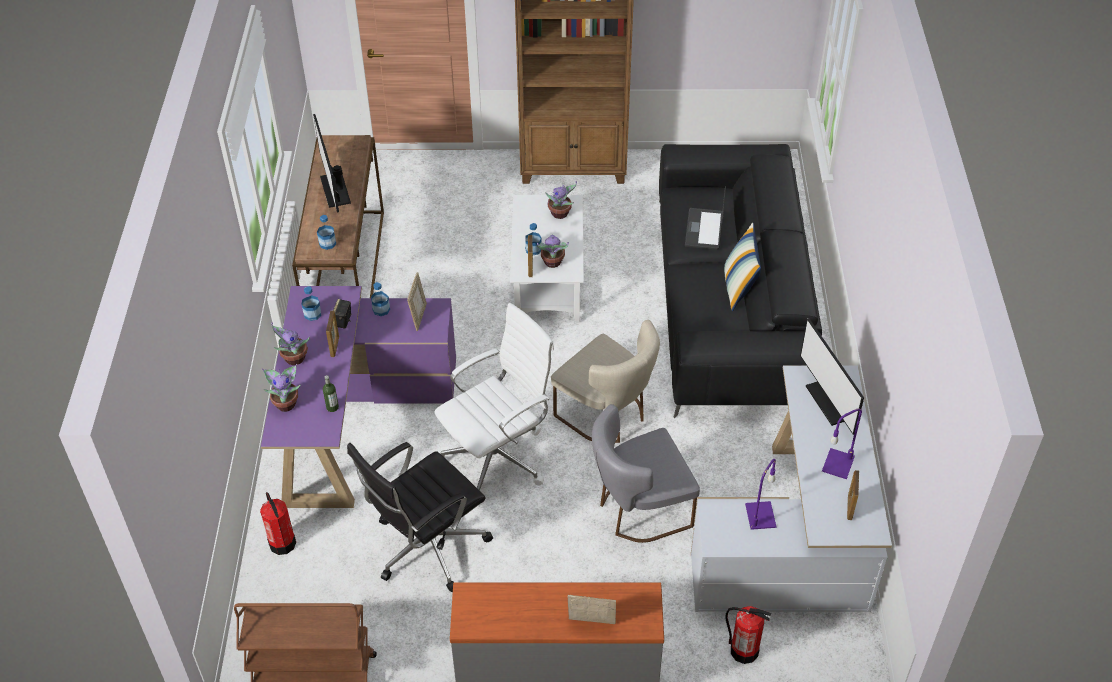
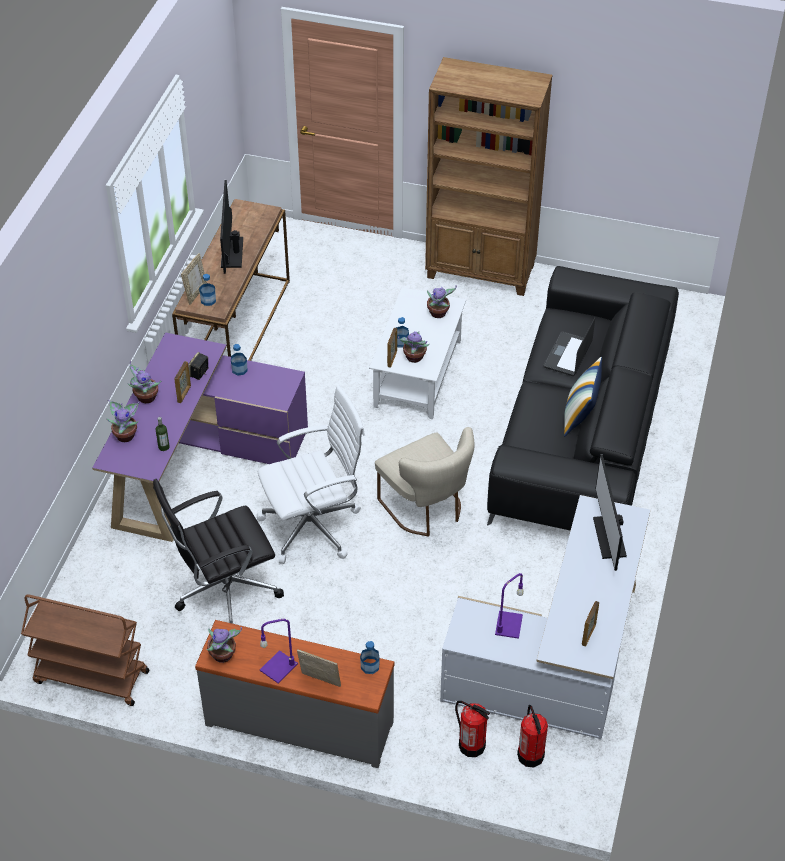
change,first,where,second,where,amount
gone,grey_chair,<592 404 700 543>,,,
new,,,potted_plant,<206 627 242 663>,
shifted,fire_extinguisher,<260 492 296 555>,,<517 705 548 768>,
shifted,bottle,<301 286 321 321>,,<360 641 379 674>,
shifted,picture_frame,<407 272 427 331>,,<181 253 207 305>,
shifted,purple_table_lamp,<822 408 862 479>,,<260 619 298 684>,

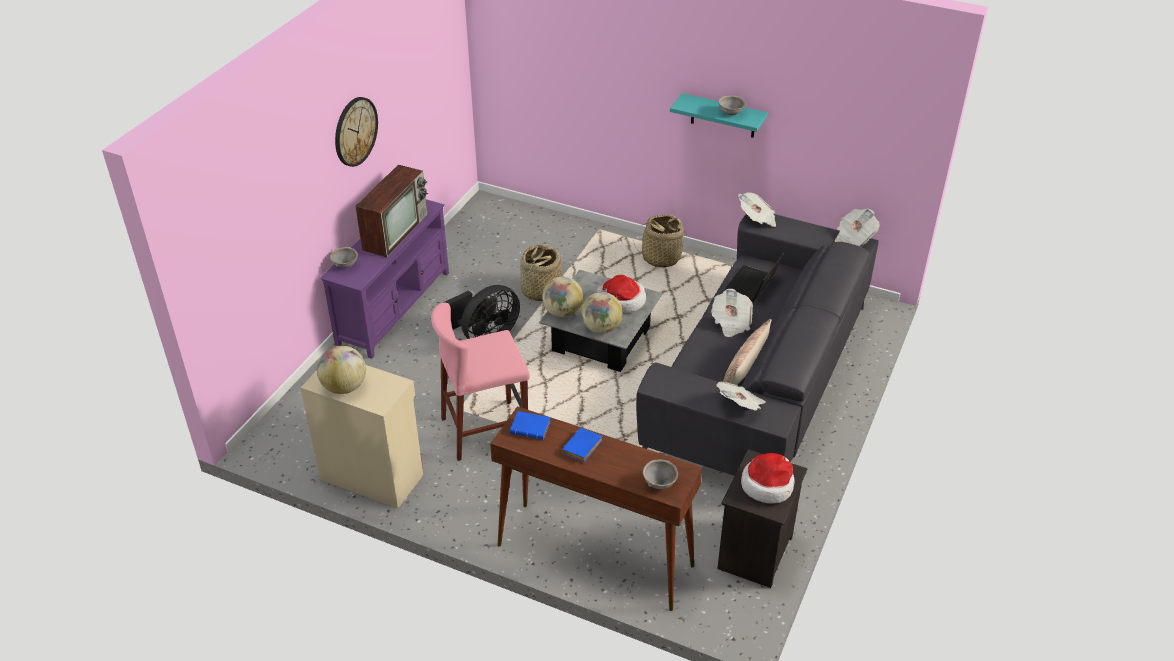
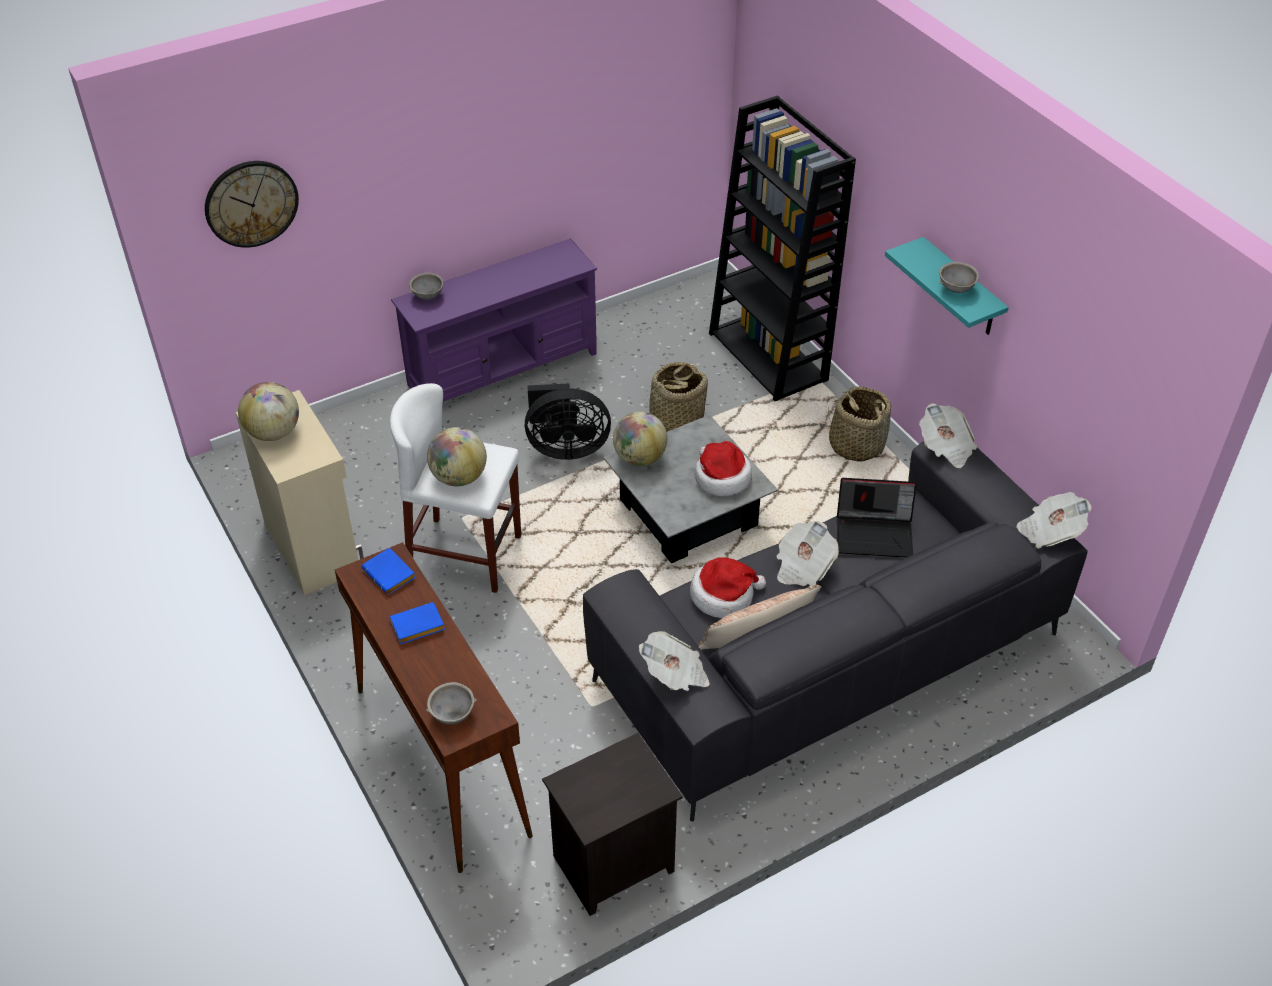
change,first,where,second,where,amount
gone,television,<355 165 428 257>,,,
new,,,black_bookcase,<709 95 856 401>,
shifted,wall_clock,<335 97 378 167>,,<205 161 299 248>,
shifted,globe,<581 292 622 333>,,<427 427 487 486>,
shifted,hat,<741 453 795 504>,,<690 557 766 618>,
repainted,pink_stool,<431 303 530 461>,white_stool,<390 383 521 593>,
rotated,laptop,<723 253 784 302>,,<837 478 917 558>,150 degrees counterclockwise

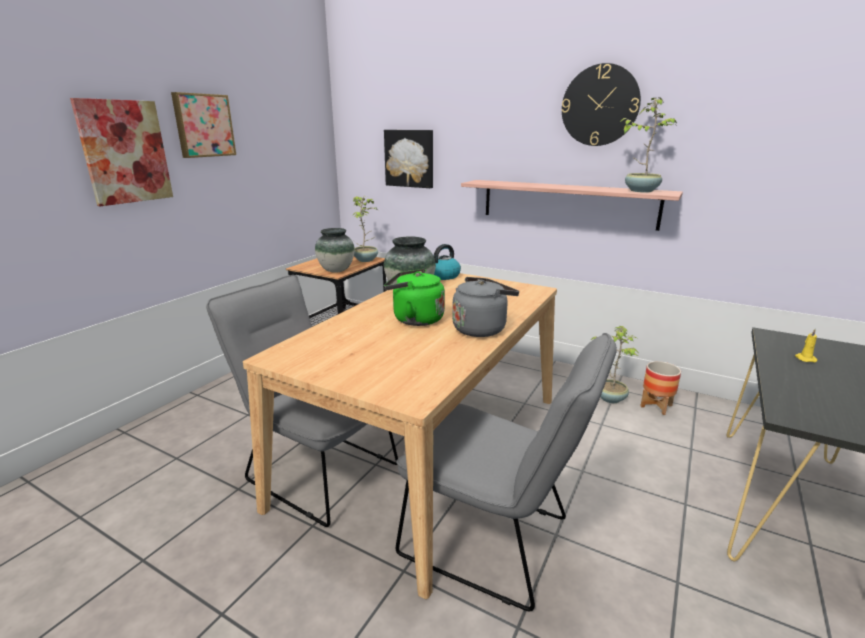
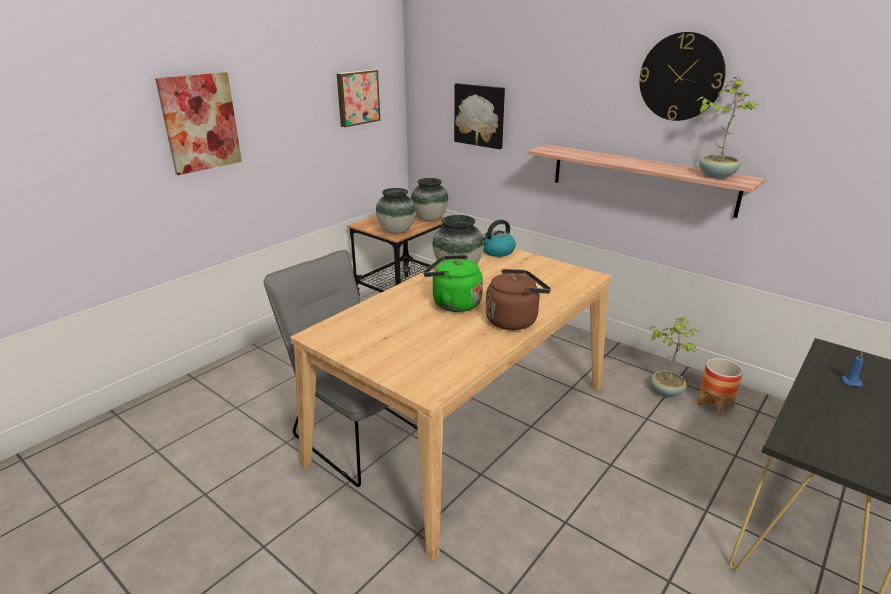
change,first,where,second,where,amount
gone,grey_chair,<396 333 617 612>,,,
shifted,picture,<171 92 236 158>,,<337 70 381 127>,
swapped,potted_plant,<353 196 378 262>,vase,<411 178 449 222>,
repainted,grey_kettle,<452 277 519 337>,brown_kettle,<486 269 551 330>,
repainted,yellow_candle,<795 329 818 362>,blue_candle,<841 353 864 387>,

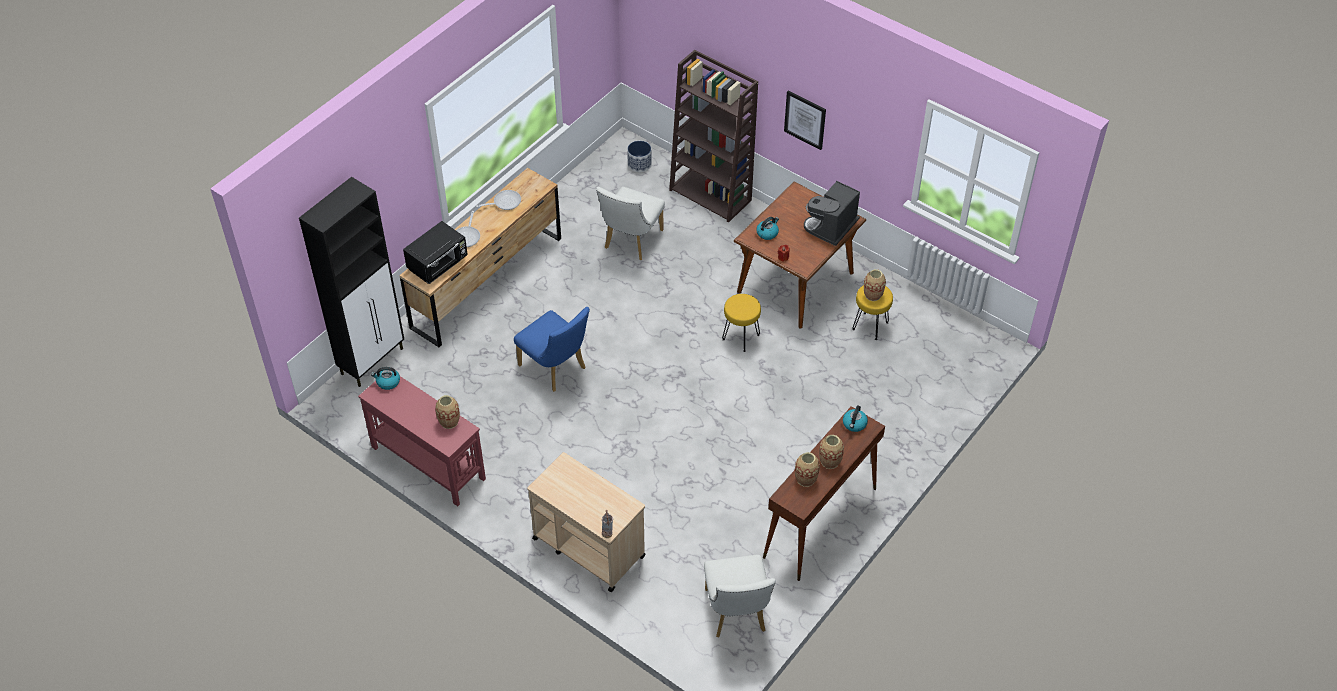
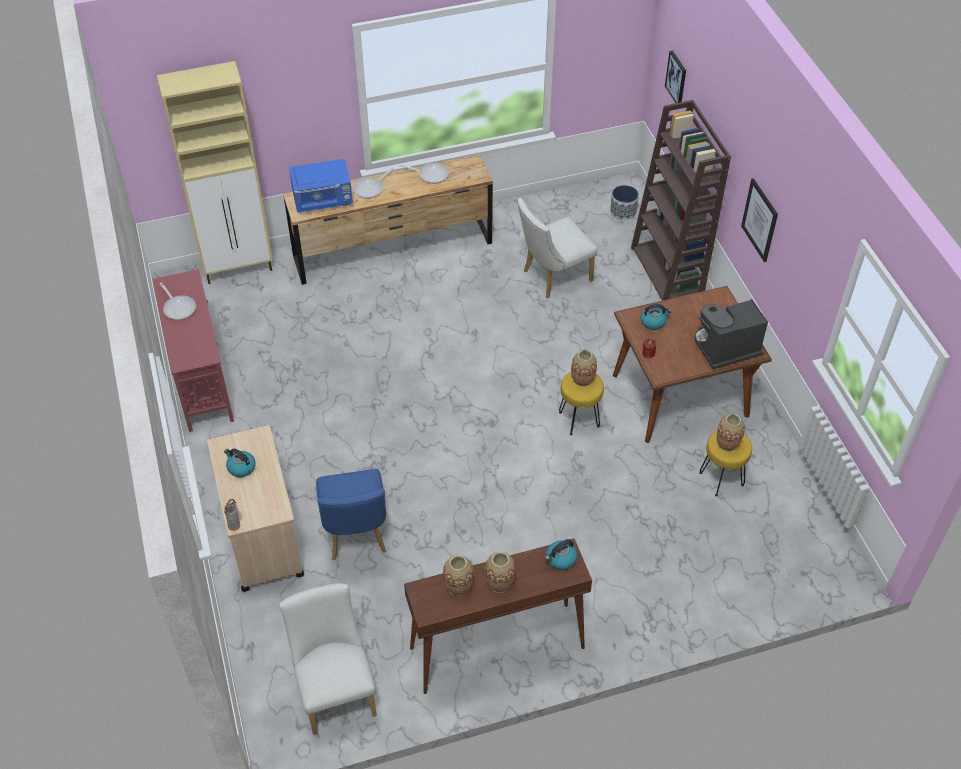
change,first,where,second,where,amount
new,,,frying_pan,<159 282 196 320>,
new,,,picture,<665 51 686 103>,
shifted,kettle,<371 367 400 390>,,<224 449 256 477>,
shifted,vase,<435 395 460 429>,,<571 349 597 387>,
shifted,blue_chair,<514 307 590 392>,,<316 469 386 560>,
repainted,black_cabinet,<299 177 404 387>,beige_cabinet,<157 61 273 284>,
repainted,black_microwave,<403 221 468 284>,blue_microwave,<289 159 353 213>,
rotated,white_chair,<704 555 776 637>,,<279 583 377 735>,135 degrees clockwise

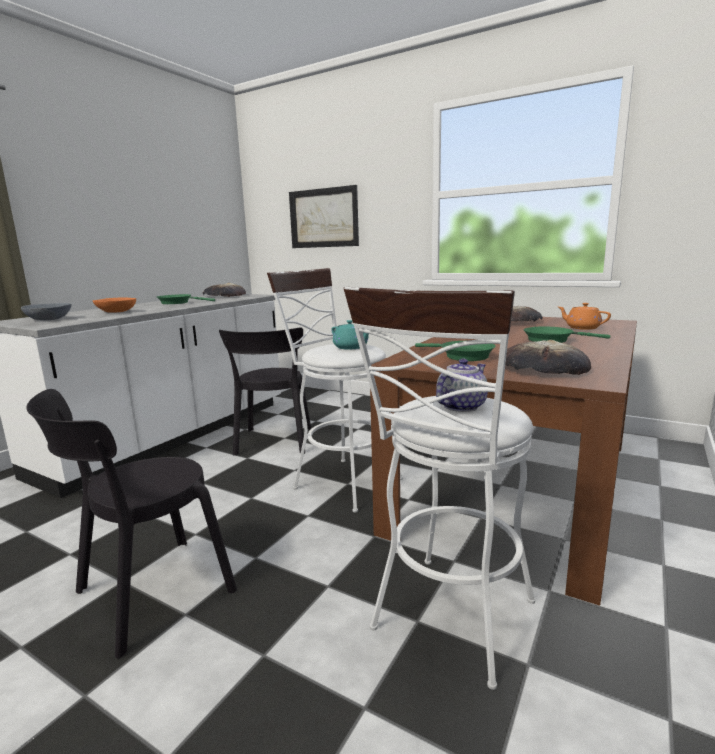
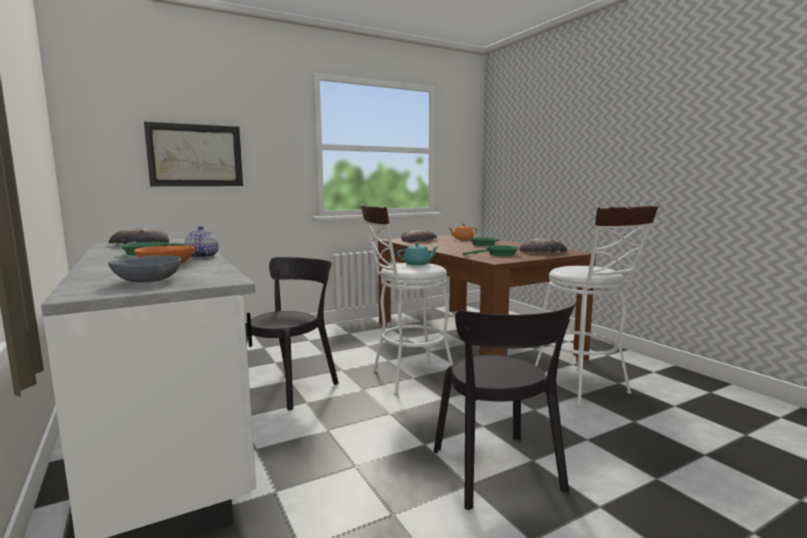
change,first,where,second,where,amount
shifted,teapot,<436 359 488 412>,,<184 226 219 258>,
rotated,black_chair,<219 327 311 455>,,<245 257 339 410>,90 degrees counterclockwise

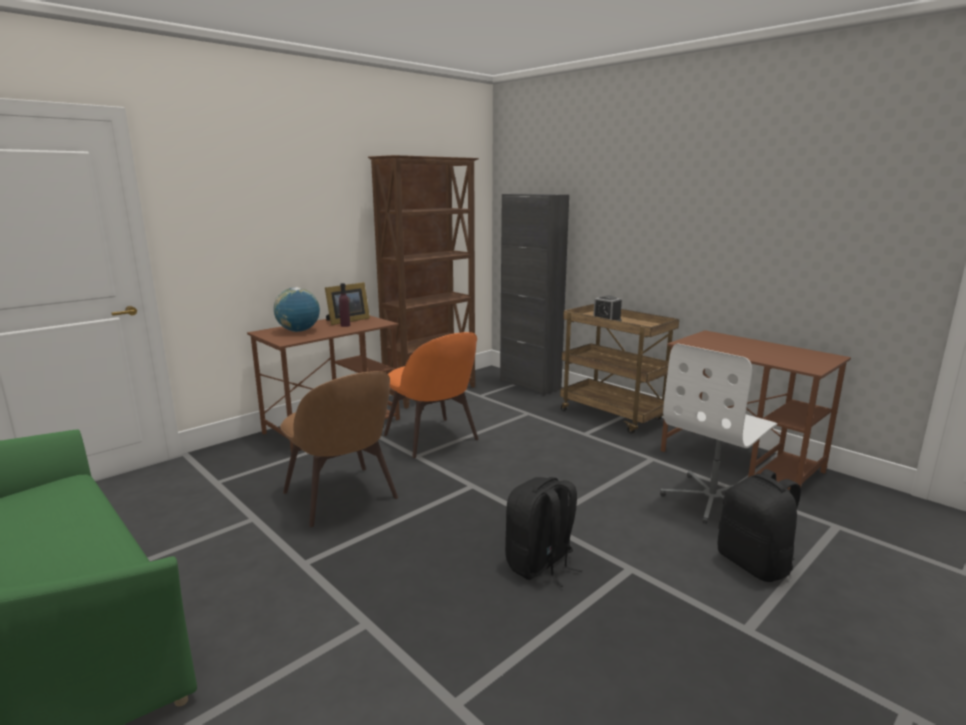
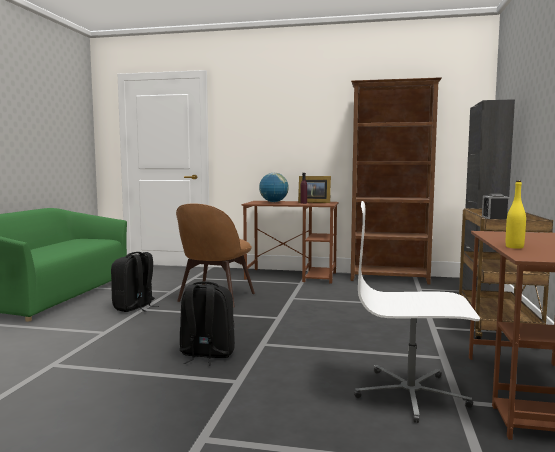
change,first,where,second,where,amount
gone,orange_chair,<384 332 479 458>,,,
new,,,yellow_bottle,<506 181 526 249>,
shifted,black_backpack,<718 469 801 582>,,<111 252 159 312>,

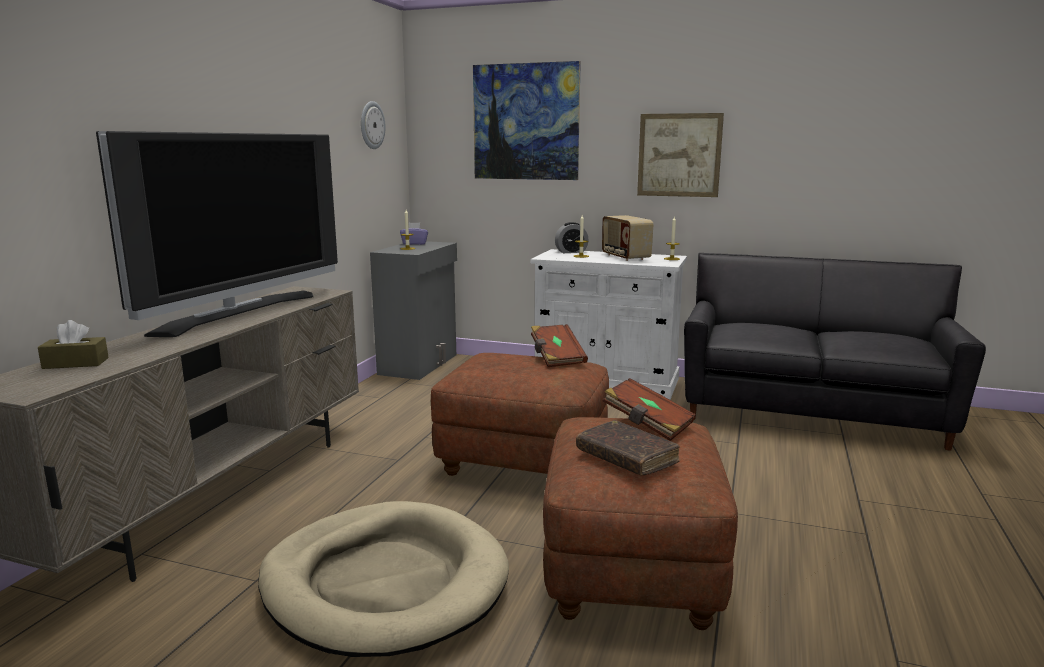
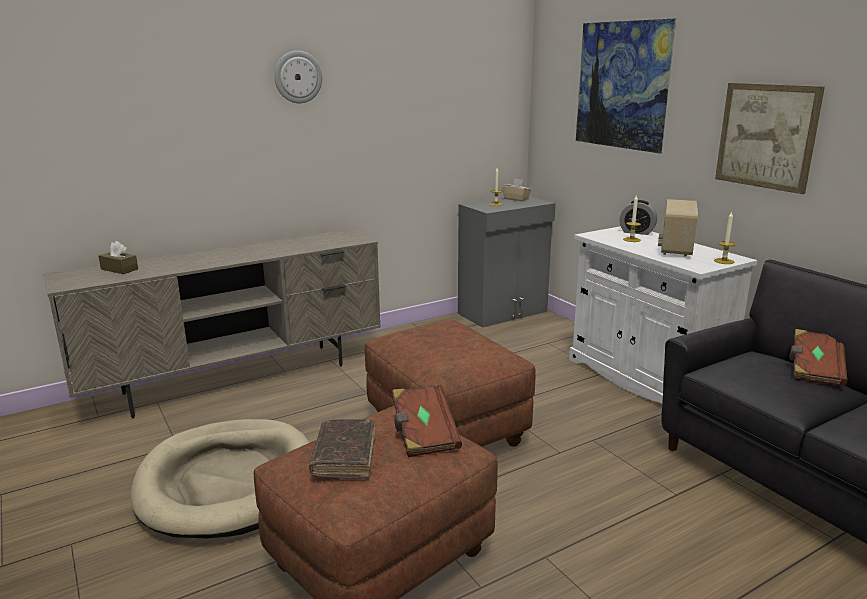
change,first,where,second,where,amount
gone,television,<96 131 338 337>,,,
shifted,wall_clock,<361 101 386 149>,,<274 51 322 103>,
shifted,brown_book,<531 324 588 367>,,<789 329 847 386>,
repainted,purple_tissue_box,<400 222 428 245>,beige_tissue_box,<502 178 531 201>,

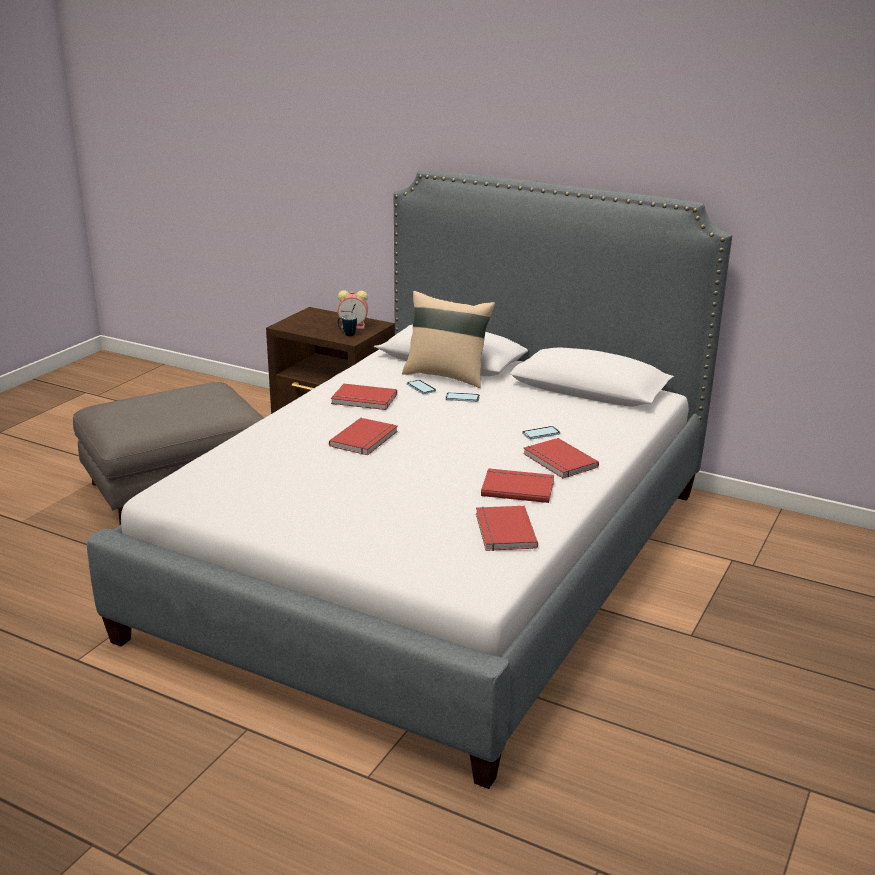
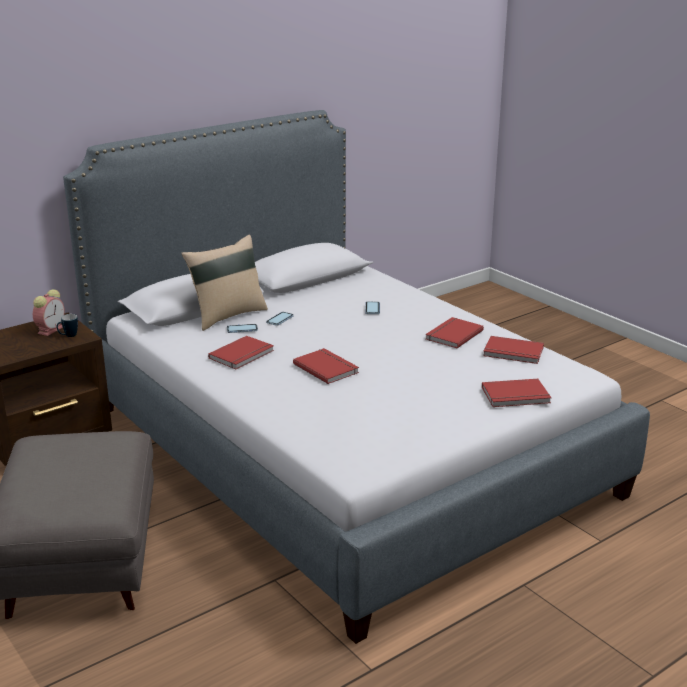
change,first,where,second,where,amount
shifted,red_book,<523 438 599 478>,,<482 379 551 407>,

